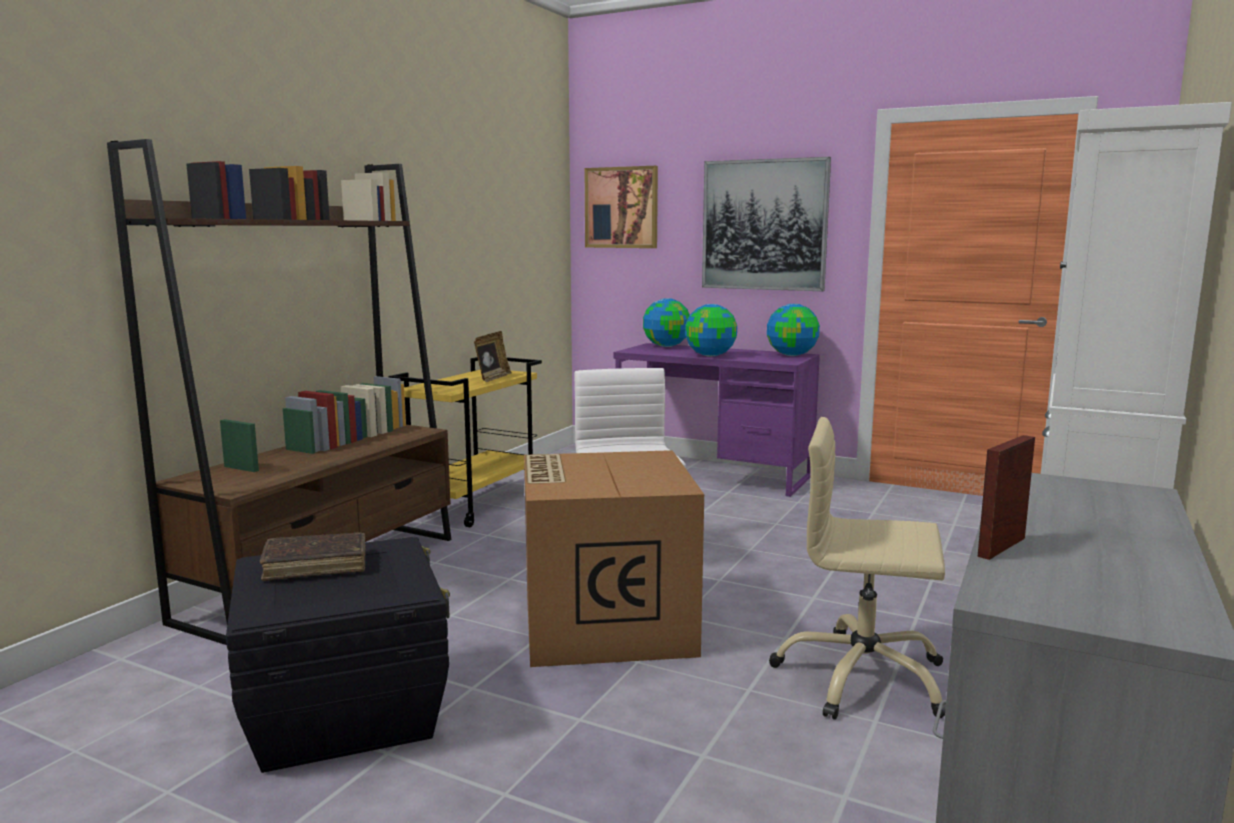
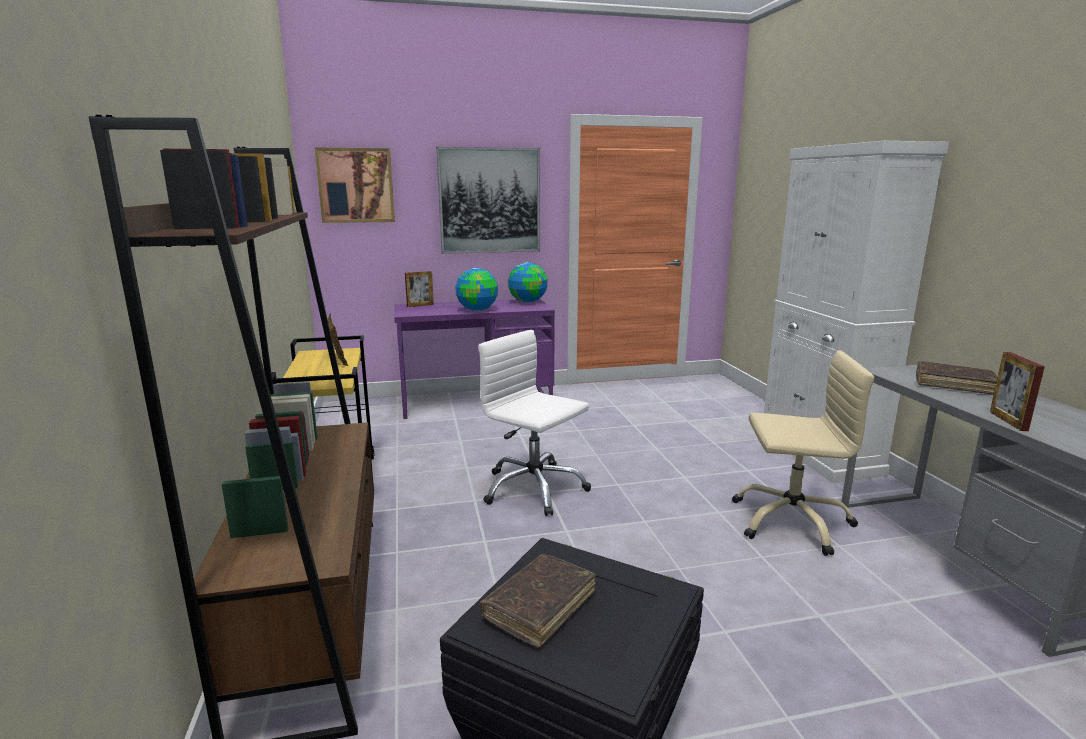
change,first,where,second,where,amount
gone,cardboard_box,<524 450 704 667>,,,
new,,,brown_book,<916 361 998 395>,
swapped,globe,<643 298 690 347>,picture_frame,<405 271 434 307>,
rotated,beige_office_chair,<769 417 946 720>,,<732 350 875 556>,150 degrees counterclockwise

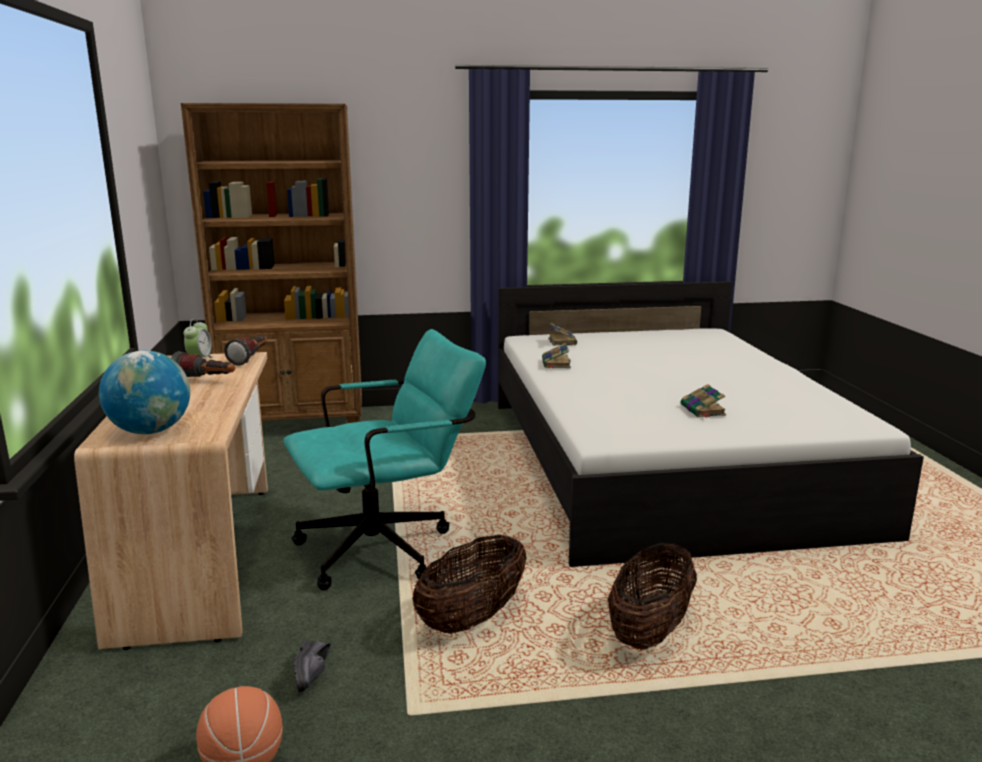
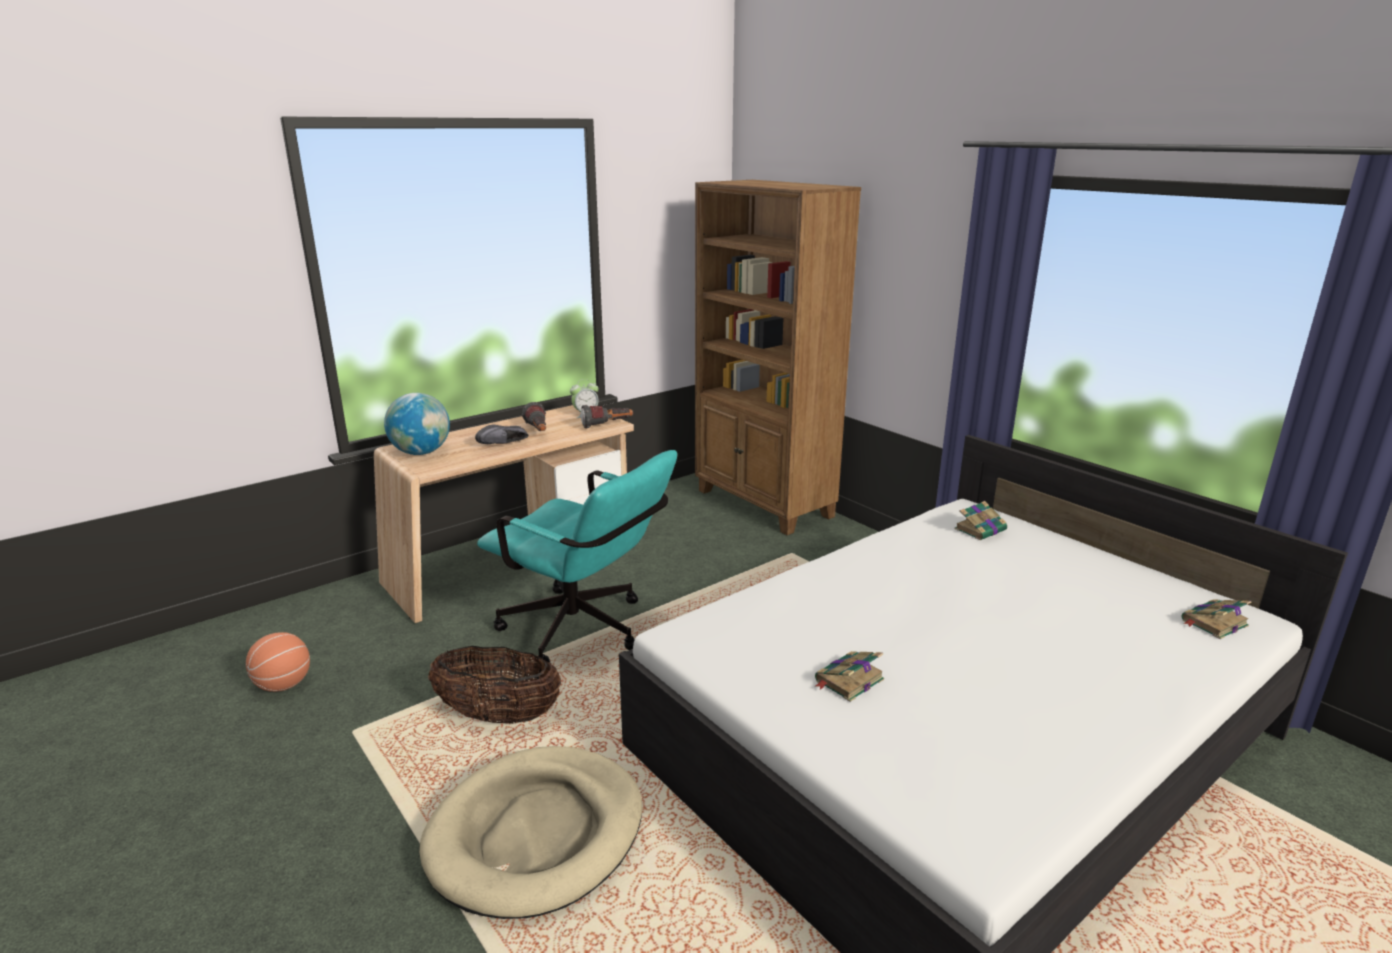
change,first,where,second,where,amount
shifted,black_shoe,<294 641 331 692>,,<475 425 528 444>,
shifted,book,<542 343 571 368>,,<1182 599 1252 639>,
swapped,basket,<607 543 697 650>,beige_dog_bed,<419 746 642 919>,

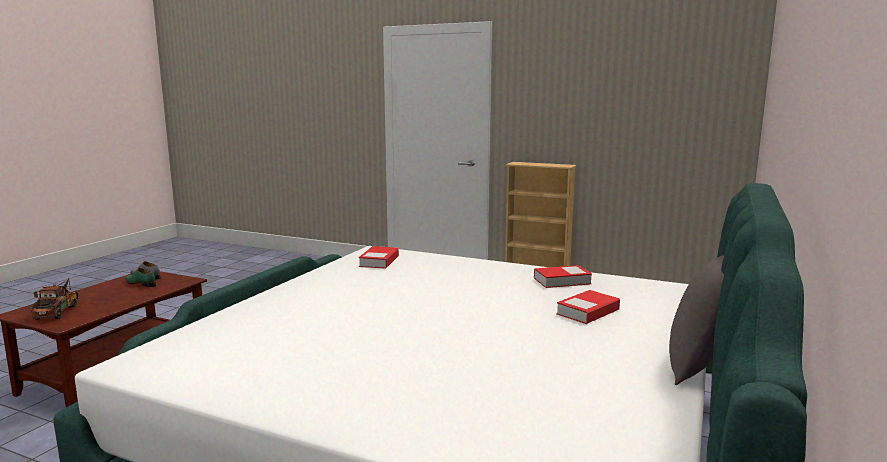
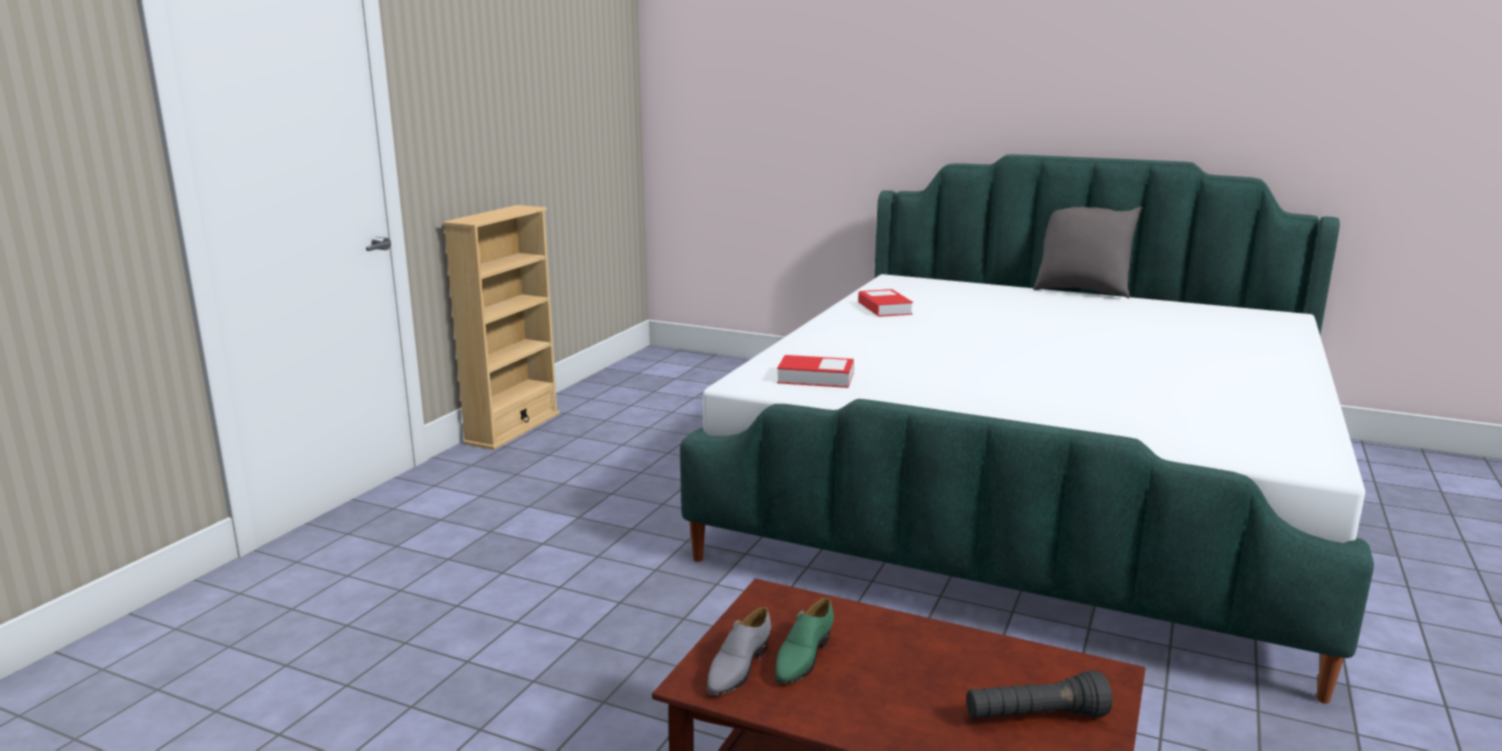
change,first,where,second,where,amount
gone,book,<556 290 620 324>,,,
swapped,toy_truck,<29 278 79 320>,black_flashlight,<966 670 1112 719>,

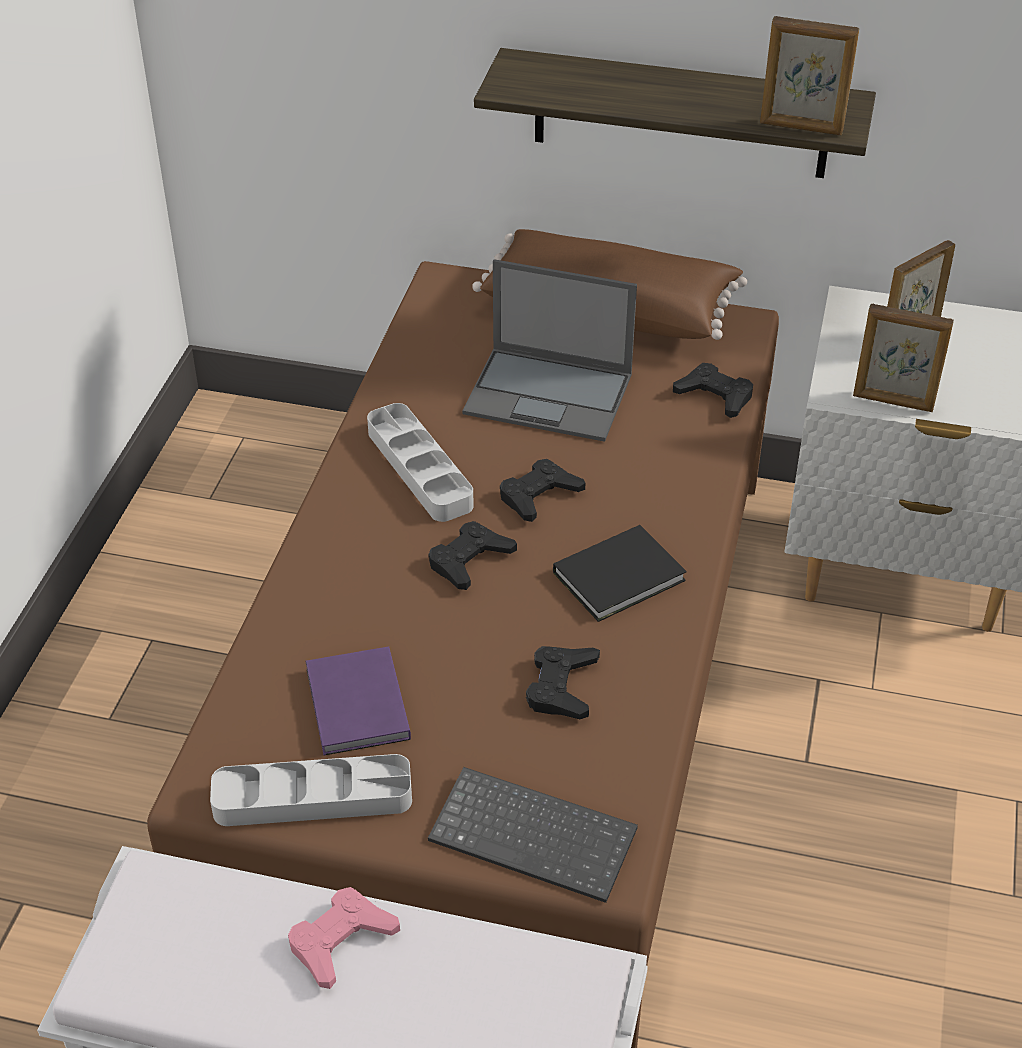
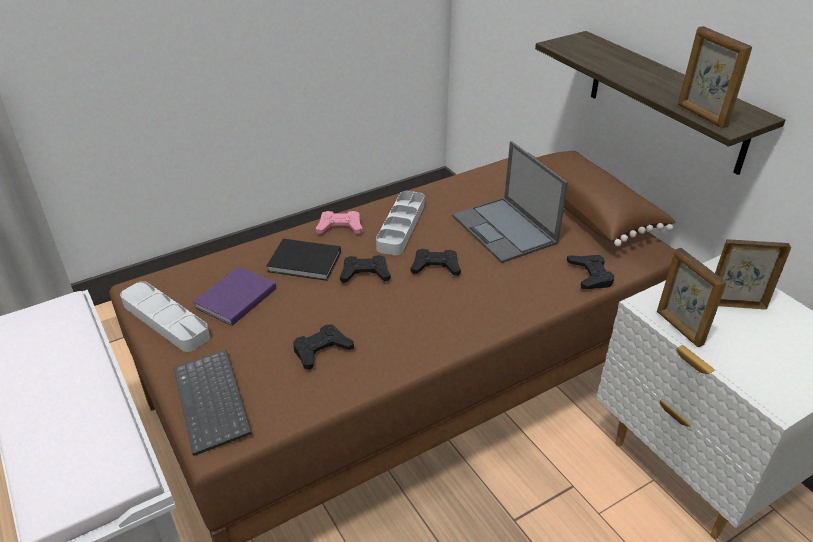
change,first,where,second,where,amount
shifted,pink_game_controller,<288 887 400 989>,,<316 211 363 234>,
shifted,black_book,<553 525 687 622>,,<266 239 341 281>,

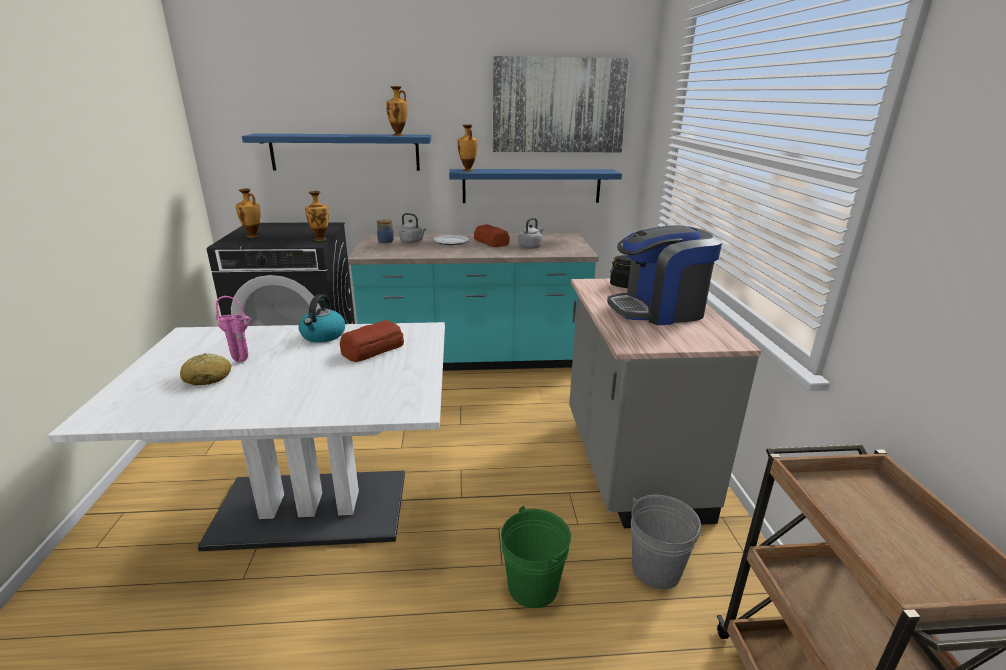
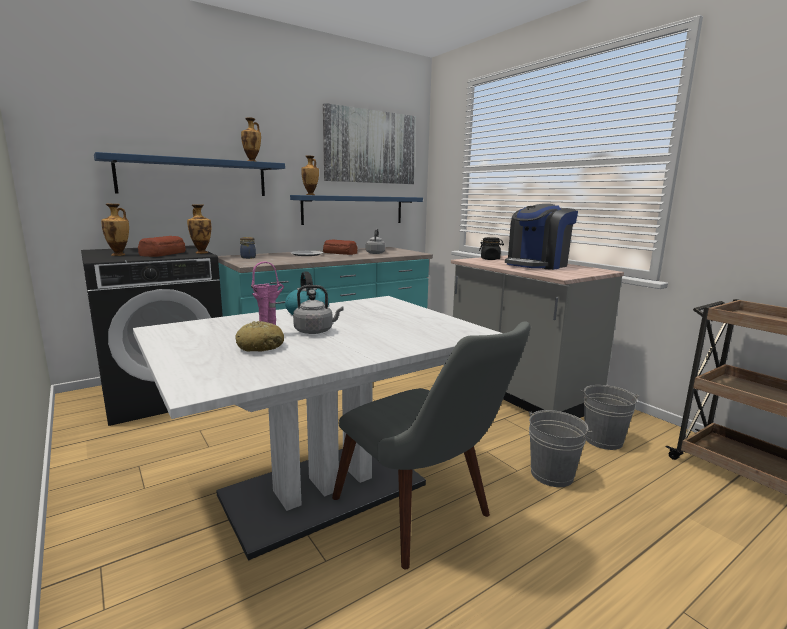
change,first,where,second,where,amount
new,,,grey_chair,<332 321 531 569>,
shifted,bread,<340 320 404 362>,,<138 236 186 257>,
shifted,grey_kettle,<399 213 426 243>,,<293 285 344 334>,
repainted,green_bucket,<501 506 571 608>,grey_bucket,<529 410 593 487>,

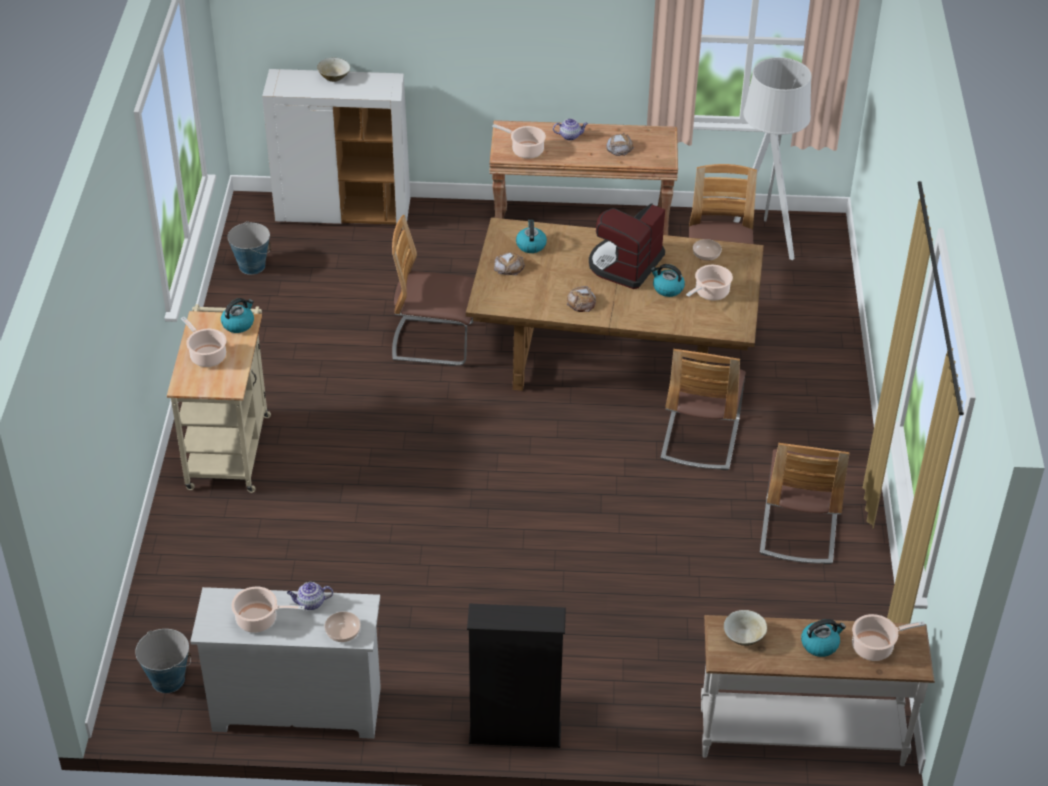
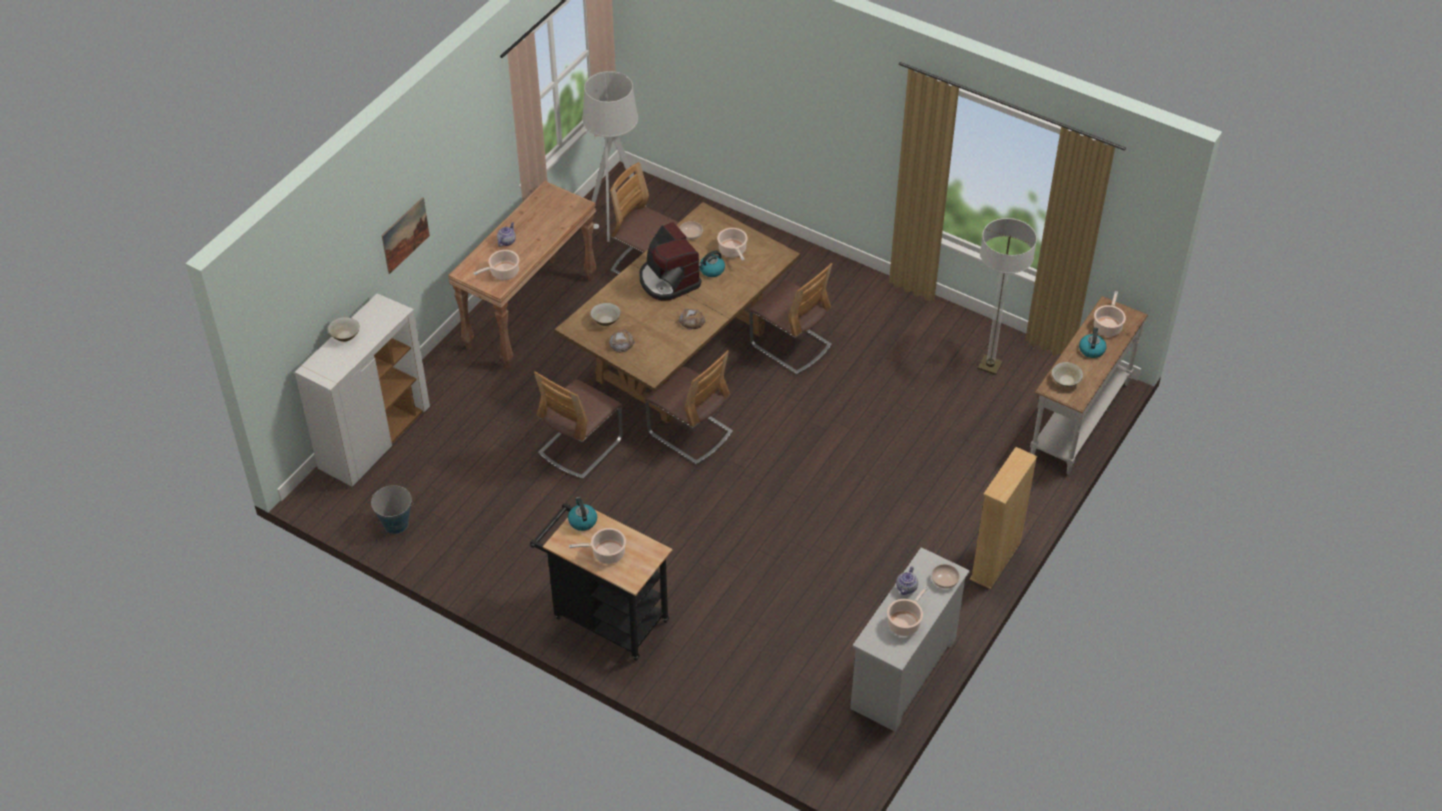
change,first,where,second,where,amount
gone,bucket,<135 629 191 693>,,,
gone,bread,<606 133 634 156>,,,
new,,,picture,<382 197 430 274>,
new,,,floor_lamp,<978 218 1037 375>,
shifted,chair,<760 443 850 564>,,<644 350 733 465>,
swapped,kettle,<516 220 547 253>,beige_bowl,<590 303 621 326>,
repainted,beige_cart,<167 304 271 493>,black_cart,<530 503 672 661>,
repainted,black_bookcase,<467 604 566 748>,beige_bookcase,<970 447 1037 589>,

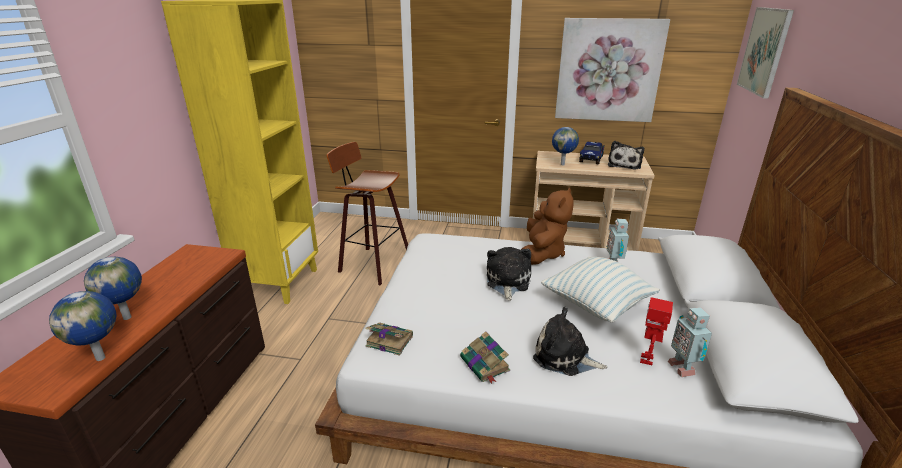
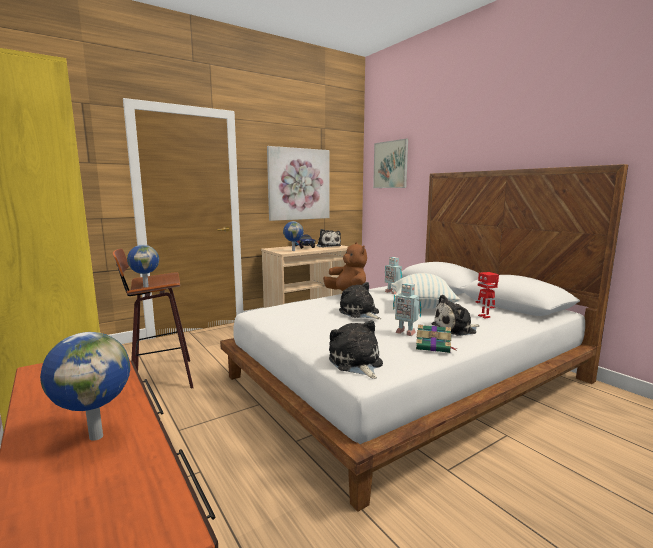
change,first,where,second,where,amount
shifted,globe,<49 291 116 361>,,<127 245 159 287>,
shifted,toy_robot,<668 308 712 377>,,<393 283 421 336>,
swapped,book,<365 322 413 356>,plush_toy,<329 320 383 379>,

